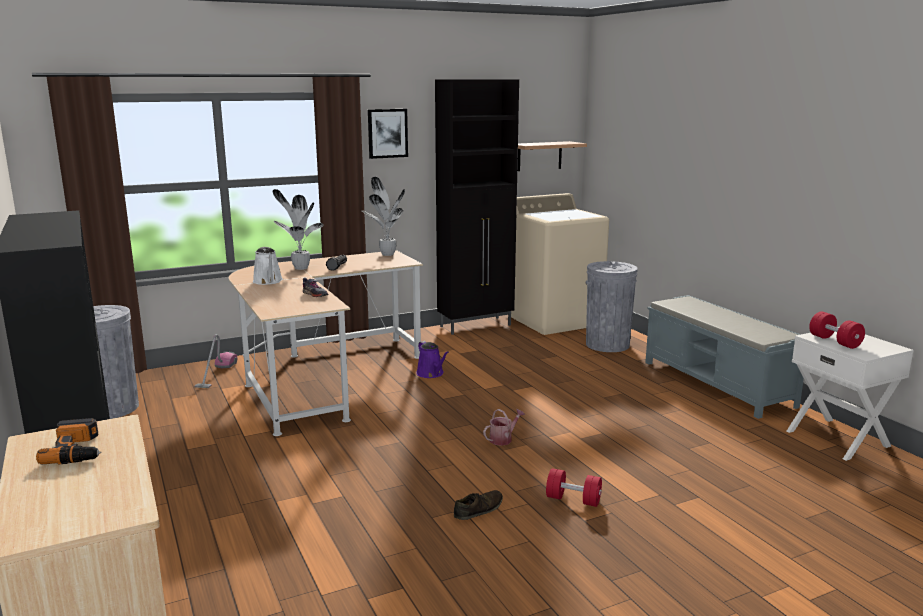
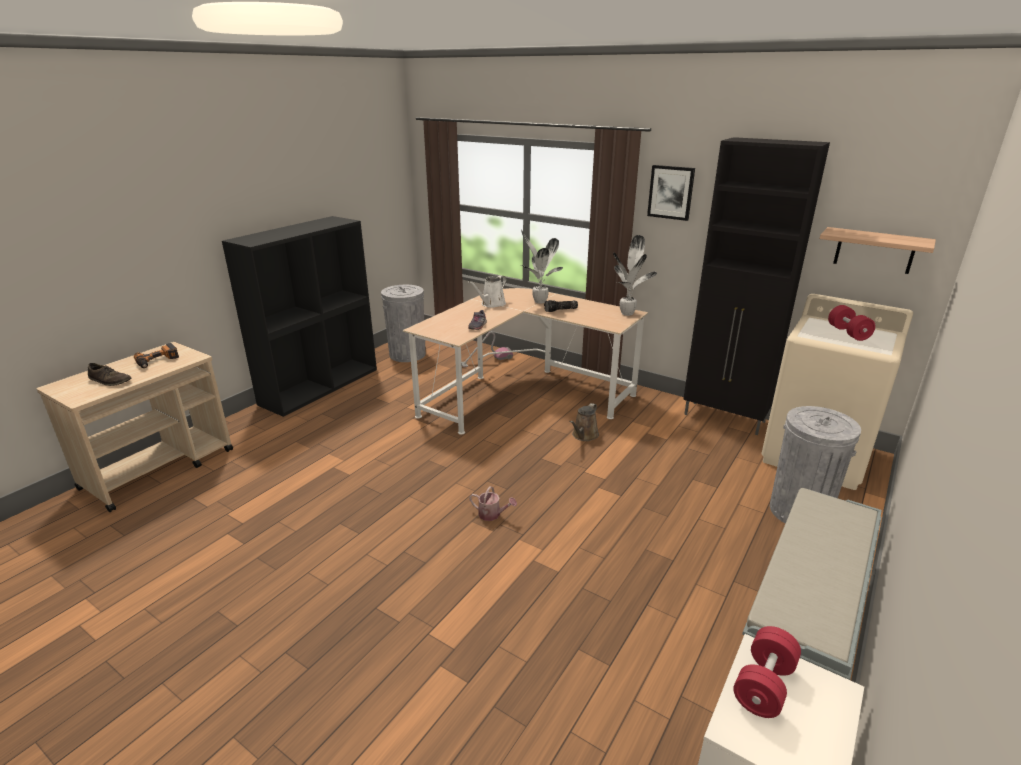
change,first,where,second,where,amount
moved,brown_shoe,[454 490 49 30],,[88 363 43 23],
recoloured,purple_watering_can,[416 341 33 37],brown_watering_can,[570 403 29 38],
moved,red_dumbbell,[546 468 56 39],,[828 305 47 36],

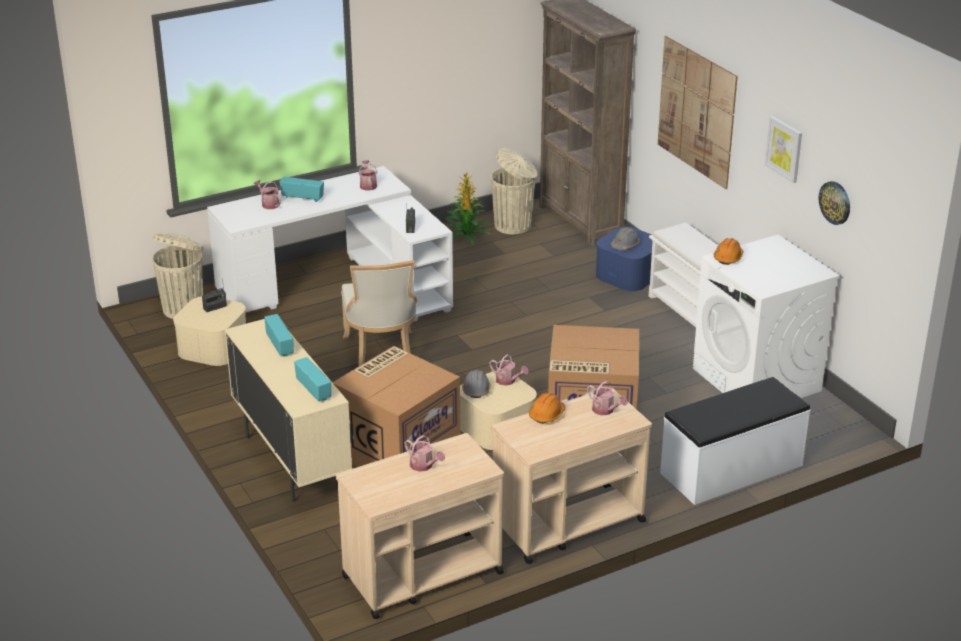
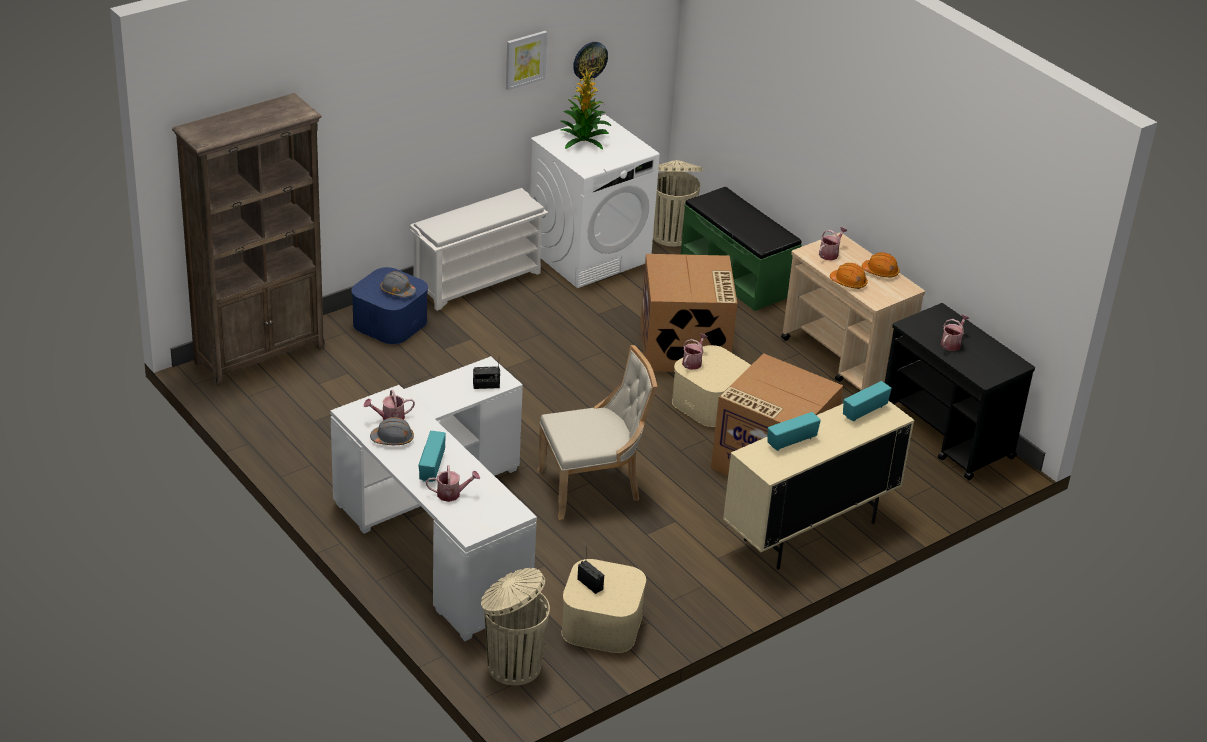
change,first,where,second,where,amount
moved,grey_hard_hat,[462 370 29 28],,[370 417 44 28],
turned,watering_can,[254 180 27 29],,[426 465 54 37],135 degrees counterclockwise
moved,potted_plant,[445 171 45 73],,[561 67 50 82],
moved,beige_trash_can,[491 148 47 86],,[653 160 50 87],
recoloured,white_bench,[660 377 150 128],green_bench,[681 187 121 124],
moved,orange_hard_hat,[714 238 29 27],,[862 252 38 25],
recoloured,beige_cart,[336 433 168 186],black_cart,[885 303 150 177],
removed,picture,[658 36 80 153],,,

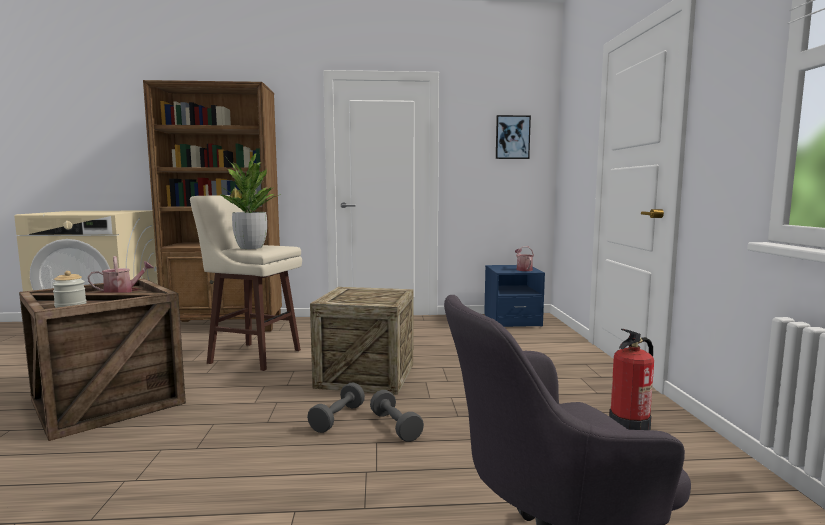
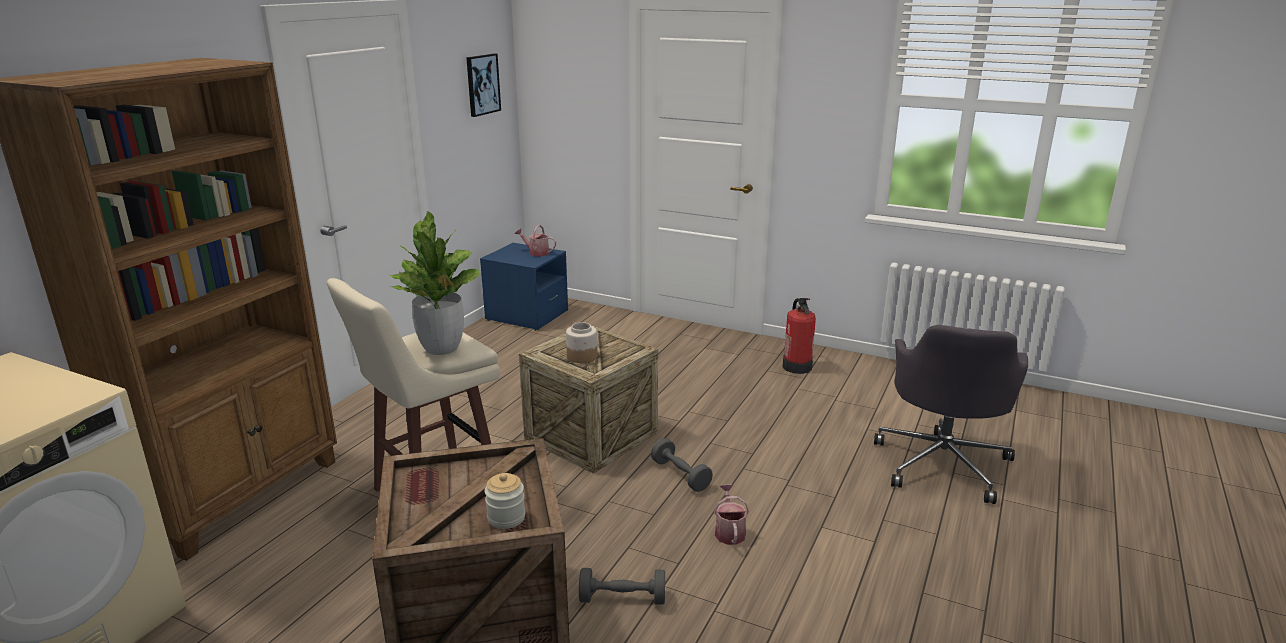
change,first,where,second,where,amount
added,,,jar,[566 322 31 41],
moved,grey_dumbbell,[370 390 54 52],,[579 568 86 37],
moved,watering_can,[88 256 66 36],,[714 485 35 60],

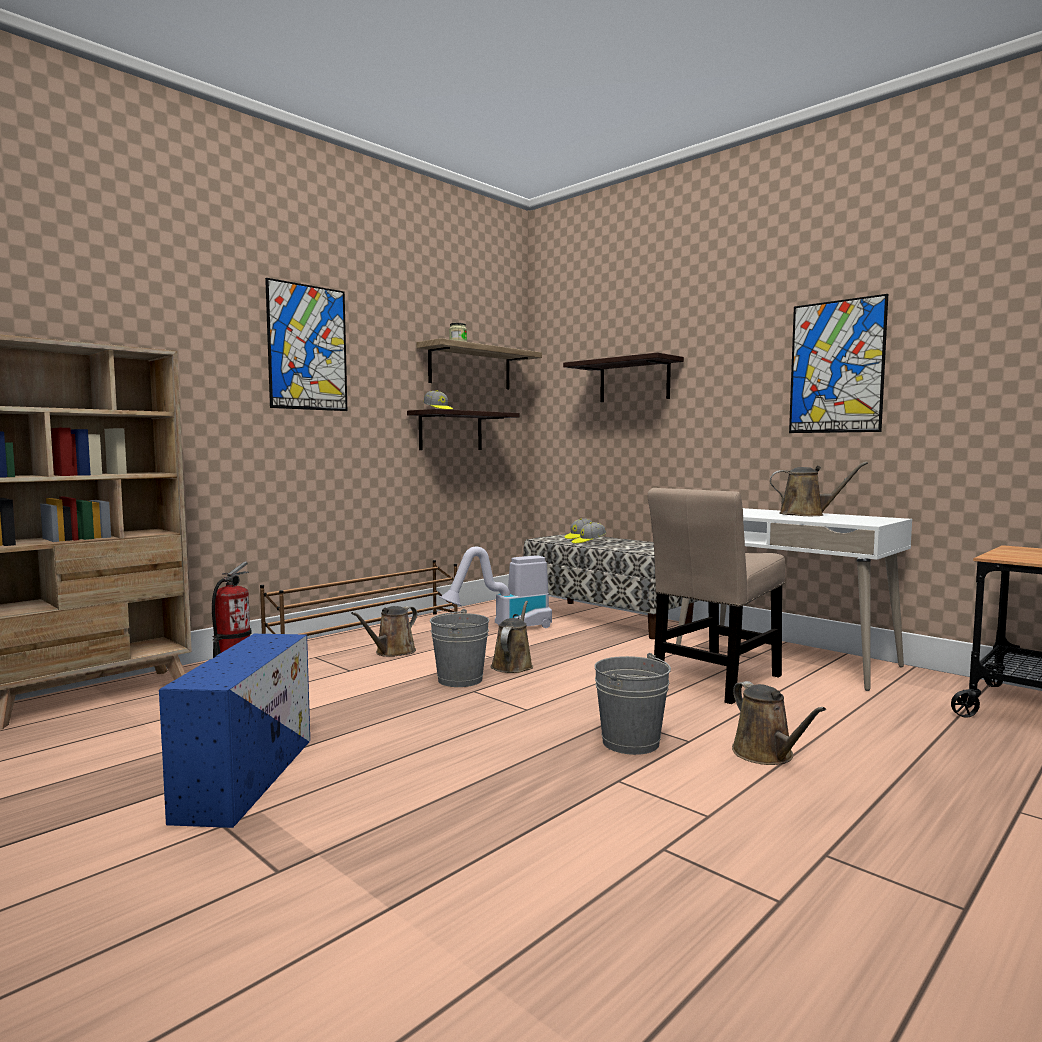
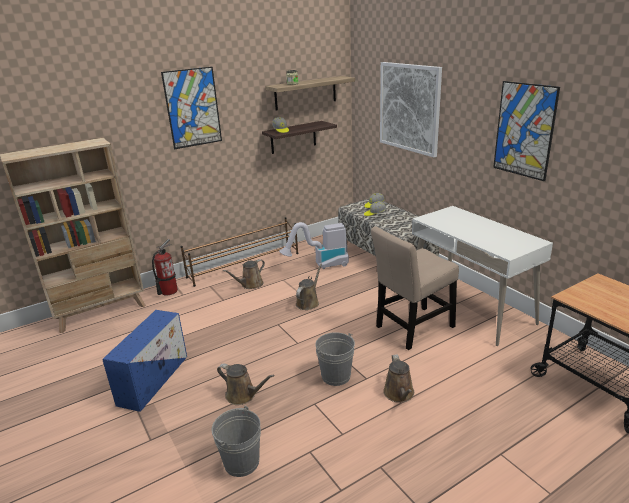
change,first,where,second,where,amount
moved,grey_bucket,[430 609 59 78],,[212 406 49 71],
moved,brown_watering_can,[770 462 98 54],,[217 364 58 41],
replaced,shelf,[563 352 121 50],picture,[380 62 62 95],

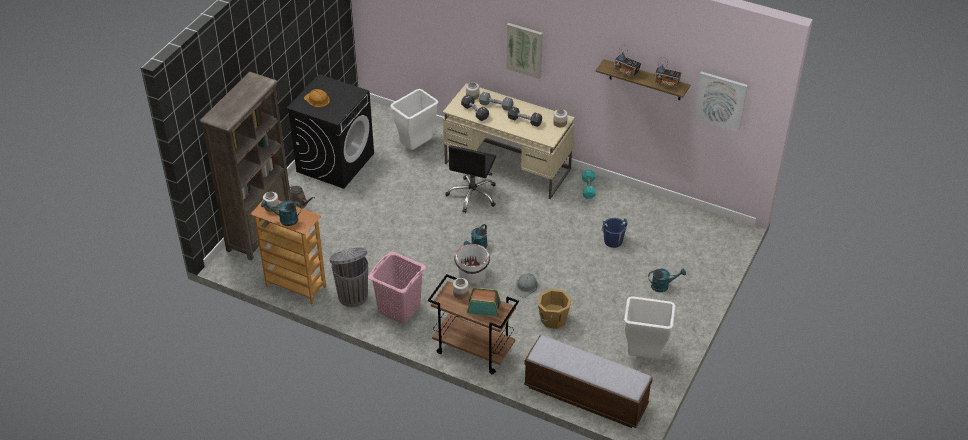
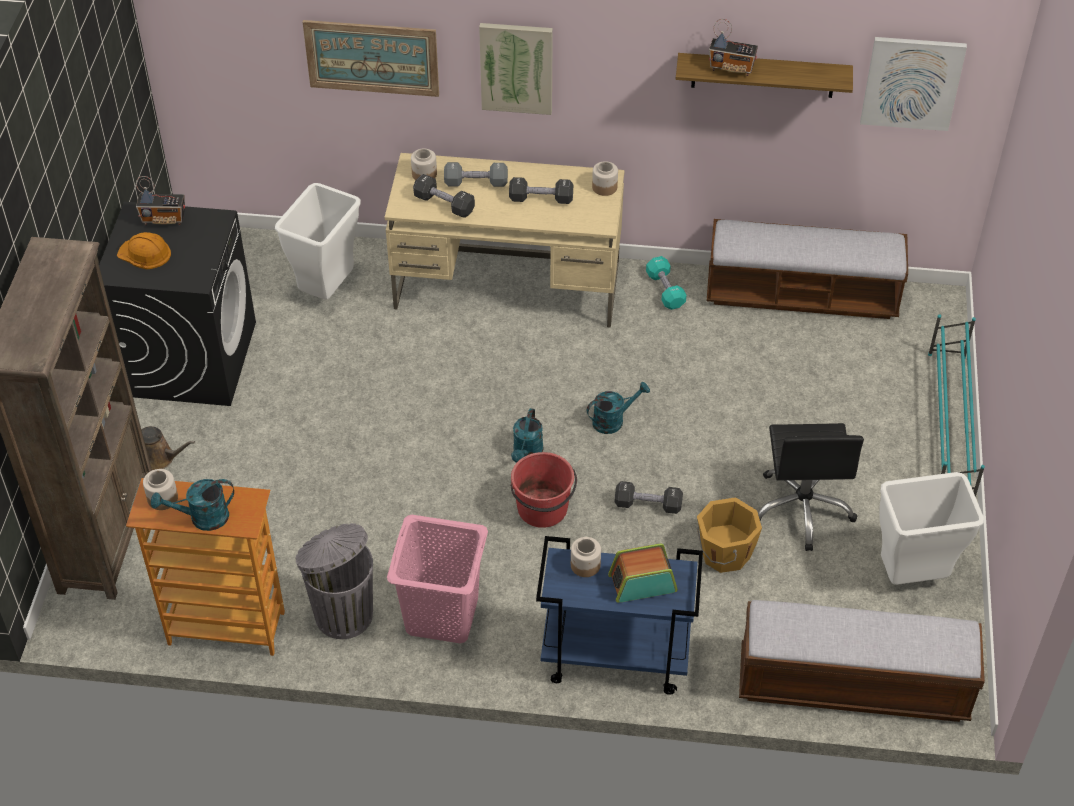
change,first,where,second,where,amount
moved,radio,[655 57 26 31],,[136 176 49 49],
added,,,picture,[303 20 136 77],
recoloured,white_bucket,[454 244 36 40],red_bucket,[510 452 67 76],
recoloured,brown_cart,[428 274 91 101],blue_cart,[536 536 167 159],
moved,turquoise_watering_can,[648 268 38 24],,[587 382 63 52],
replaced,grey_hard_hat,[514 273 24 25],black_dumbbell,[614 481 69 33],
added,,,bench,[707 219 201 100],
moved,black_office_chair,[446 146 50 67],,[758 423 106 128],
added,,,turquoise_shoe_rack,[928 314 57 183],
removed,blue_bucket,[602 218 26 30],,,

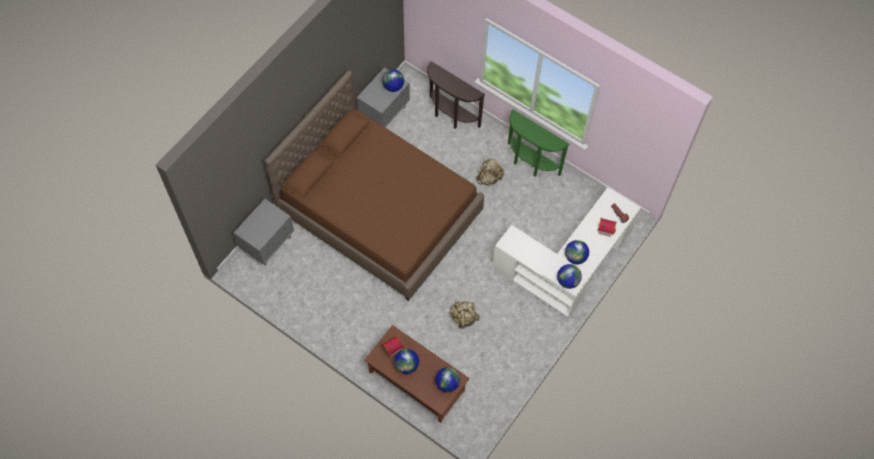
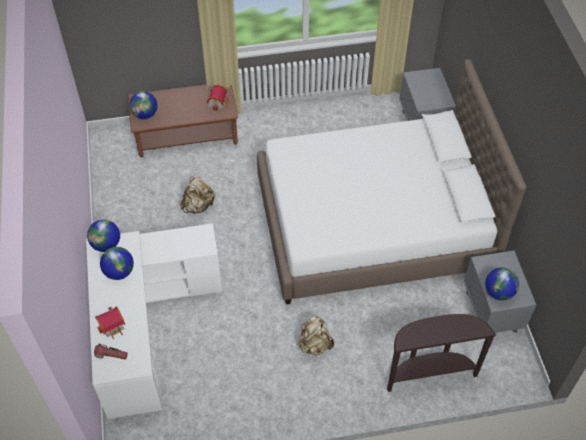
change,first,where,second,where,amount
recoloured,brown_bed,[265 71 219 230],white_bed,[257 59 269 245],
removed,globe,[394 349 25 25],,,
removed,green_console_table,[508 109 62 68],,,

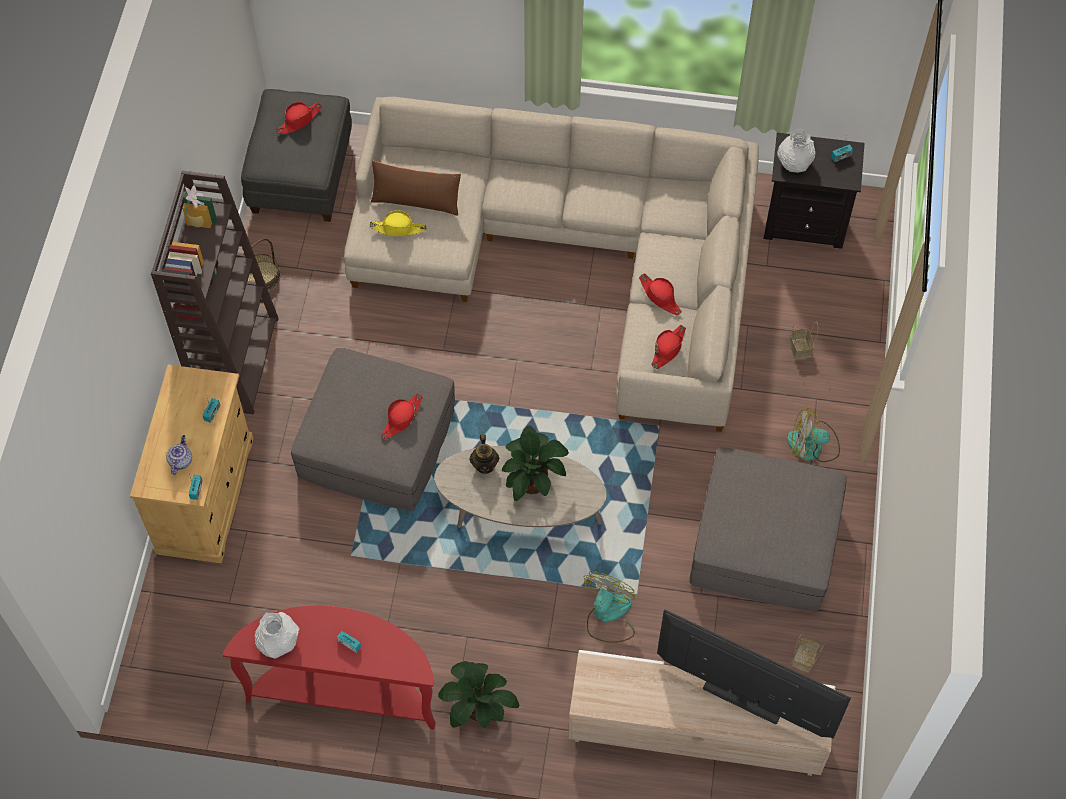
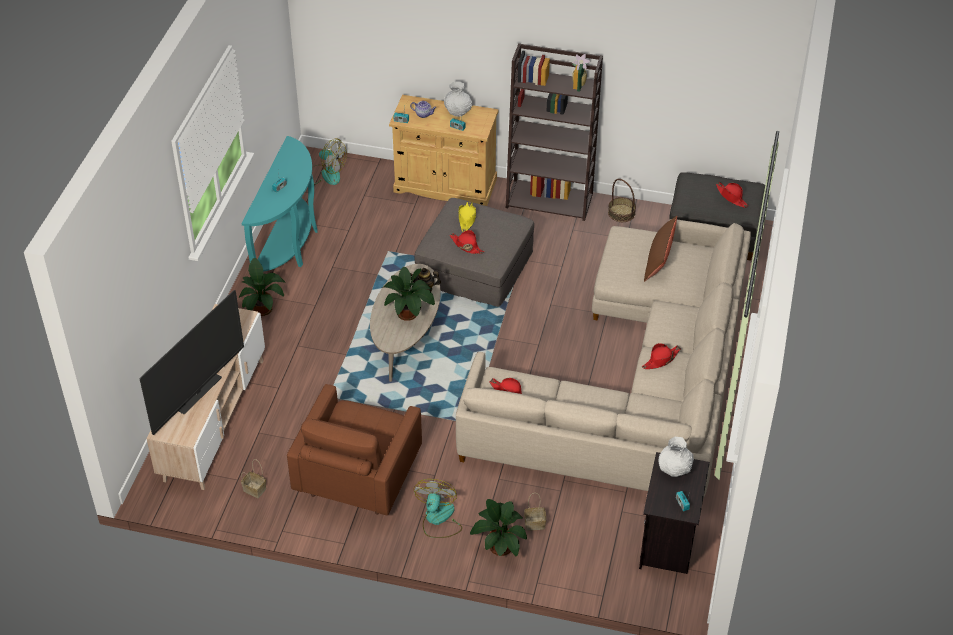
change,first,where,second,where,amount
recoloured,red_console_table,[223 605 213 125],turquoise_console_table,[242 136 76 136],
replaced,grey_ottoman,[689 447 157 165],brown_armchair,[287 384 135 131],
moved,fan,[584 571 51 72],,[312 139 35 46],
moved,white_vase,[255 612 45 47],,[444 81 29 36],
moved,yellow_hat,[370 210 57 26],,[458 202 18 30],
added,,,potted_plant,[470 499 57 57],
moved,red_hat,[639 273 43 43],,[642 343 39 26],

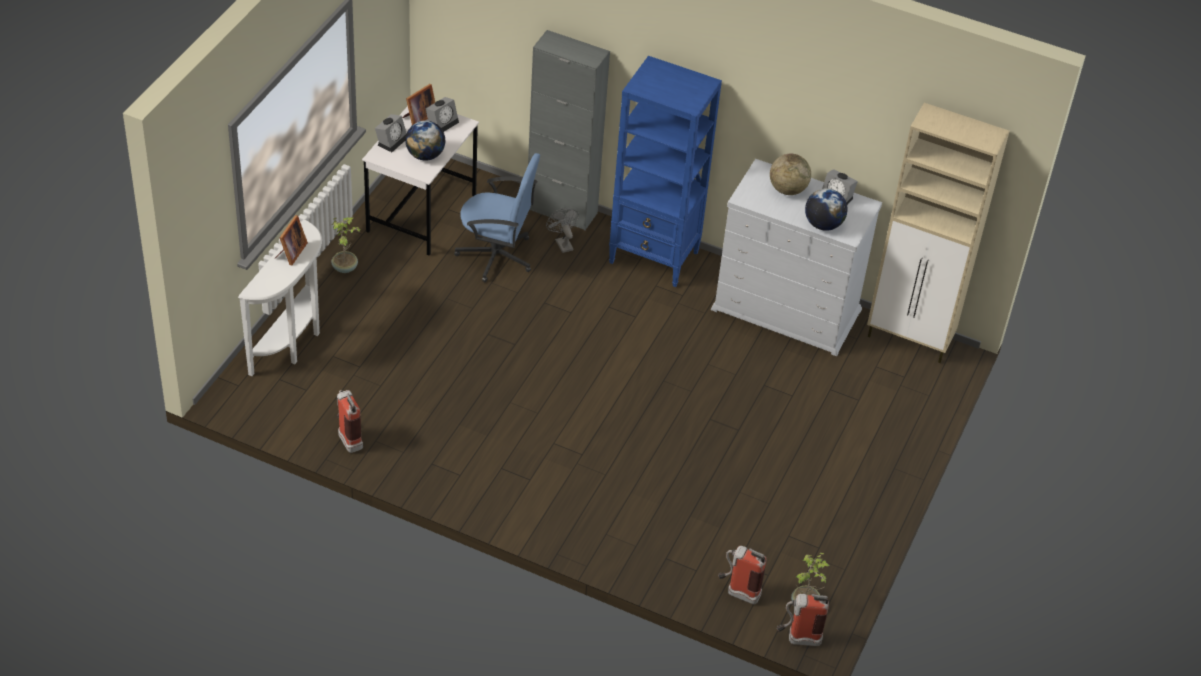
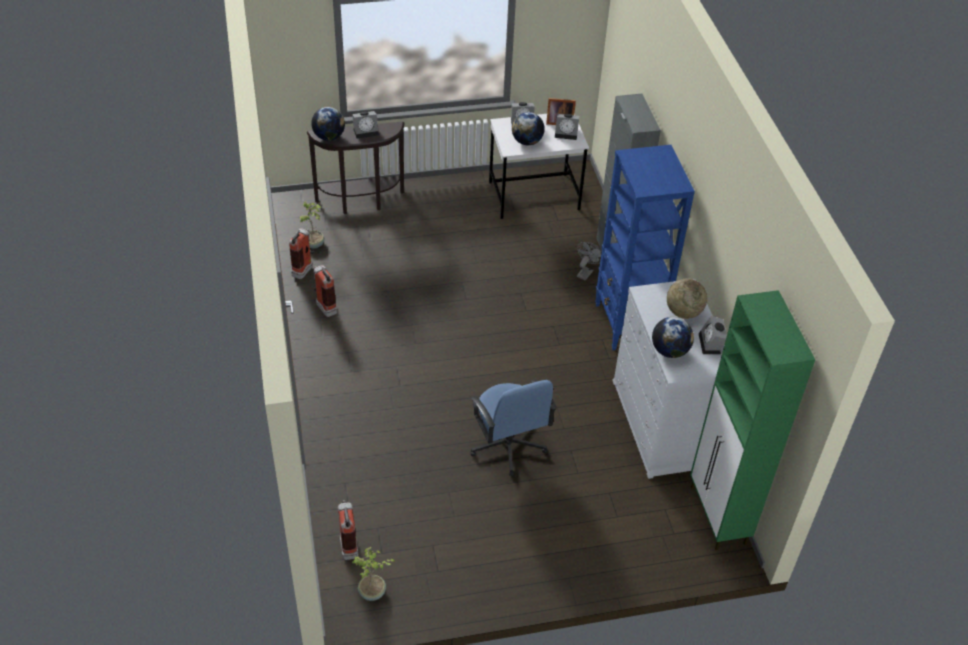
change,first,where,second,where,amount
moved,potted_plant,[331 217 31 56],,[299 201 26 48],
recoloured,white_console_table,[238 219 84 157],brown_console_table,[306 122 98 92],
added,,,globe,[311 107 34 34],
moved,fire_extinguisher,[777 594 52 52],,[314 265 24 52],
replaced,picture_frame,[275 215 33 50],alarm_clock,[352 111 27 28],
moved,blue_office_chair,[454 153 86 129],,[471 380 86 96],
recoloured,beige_cabinet,[867 103 143 260],green_cabinet,[690 290 125 260],

